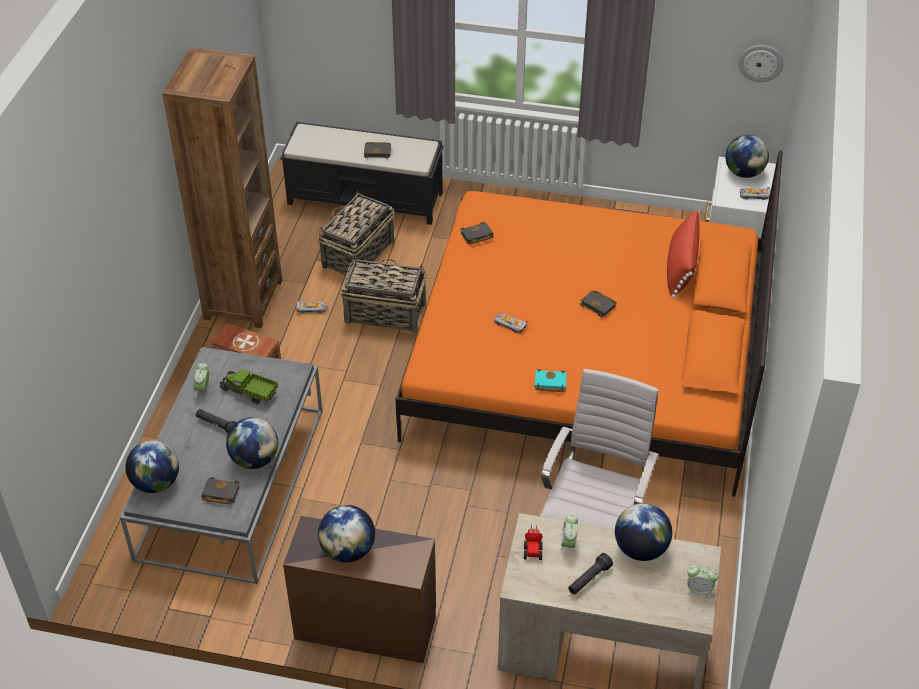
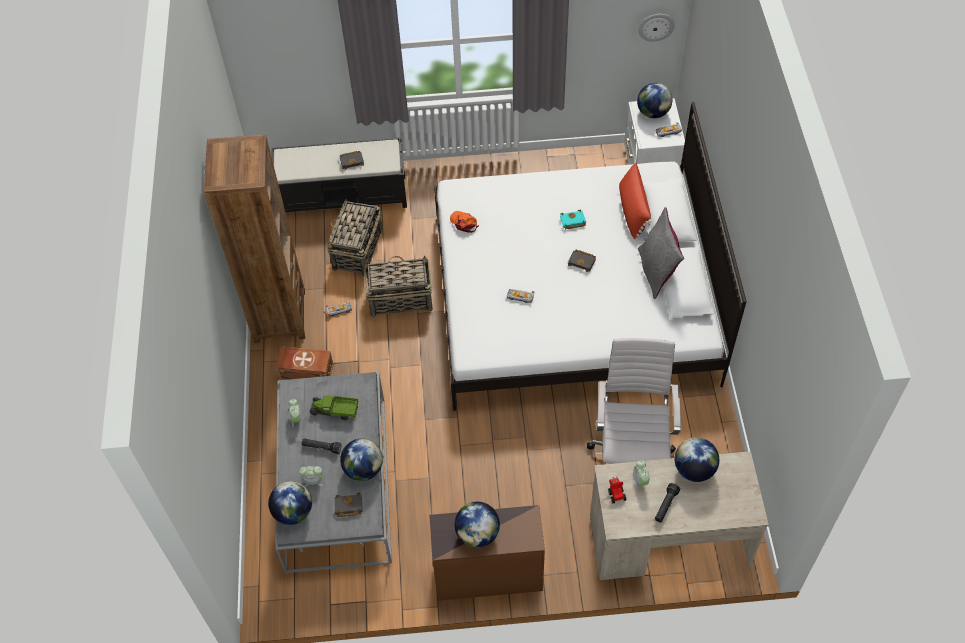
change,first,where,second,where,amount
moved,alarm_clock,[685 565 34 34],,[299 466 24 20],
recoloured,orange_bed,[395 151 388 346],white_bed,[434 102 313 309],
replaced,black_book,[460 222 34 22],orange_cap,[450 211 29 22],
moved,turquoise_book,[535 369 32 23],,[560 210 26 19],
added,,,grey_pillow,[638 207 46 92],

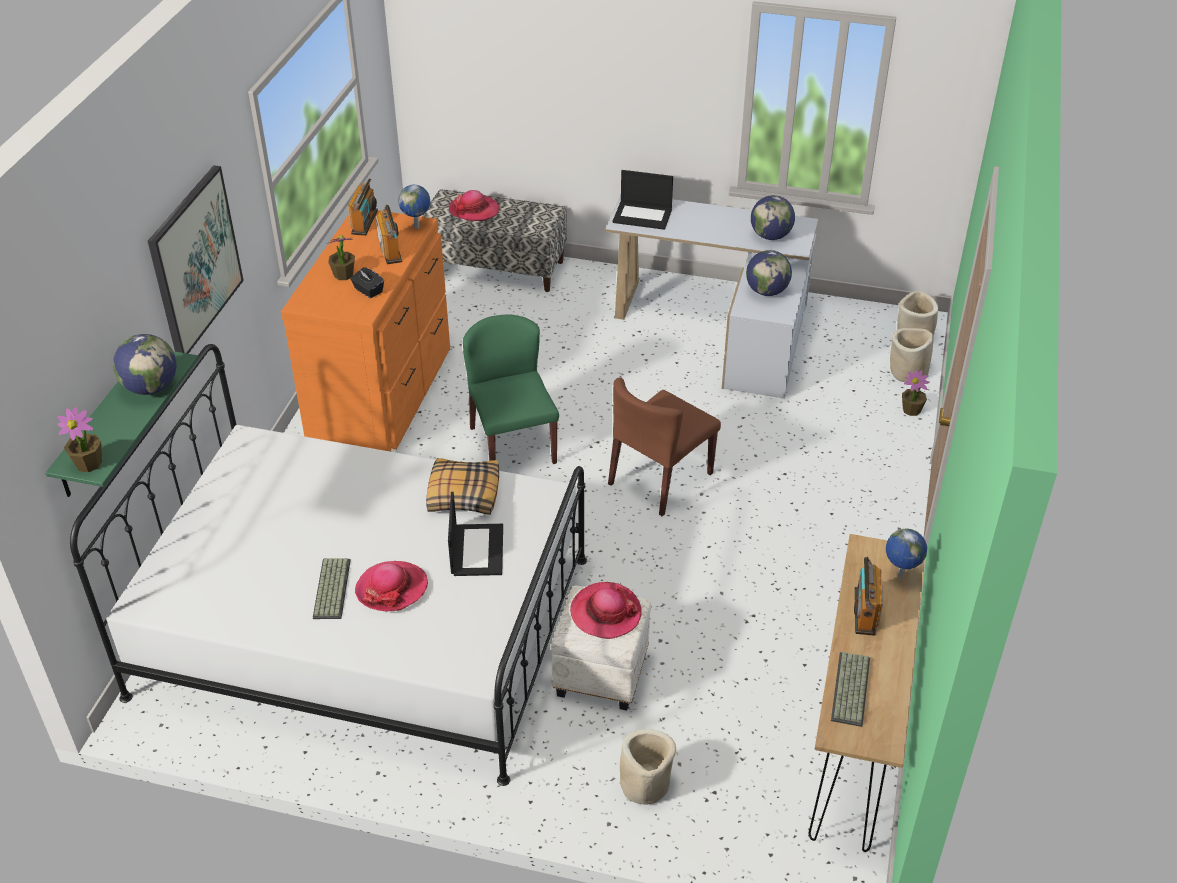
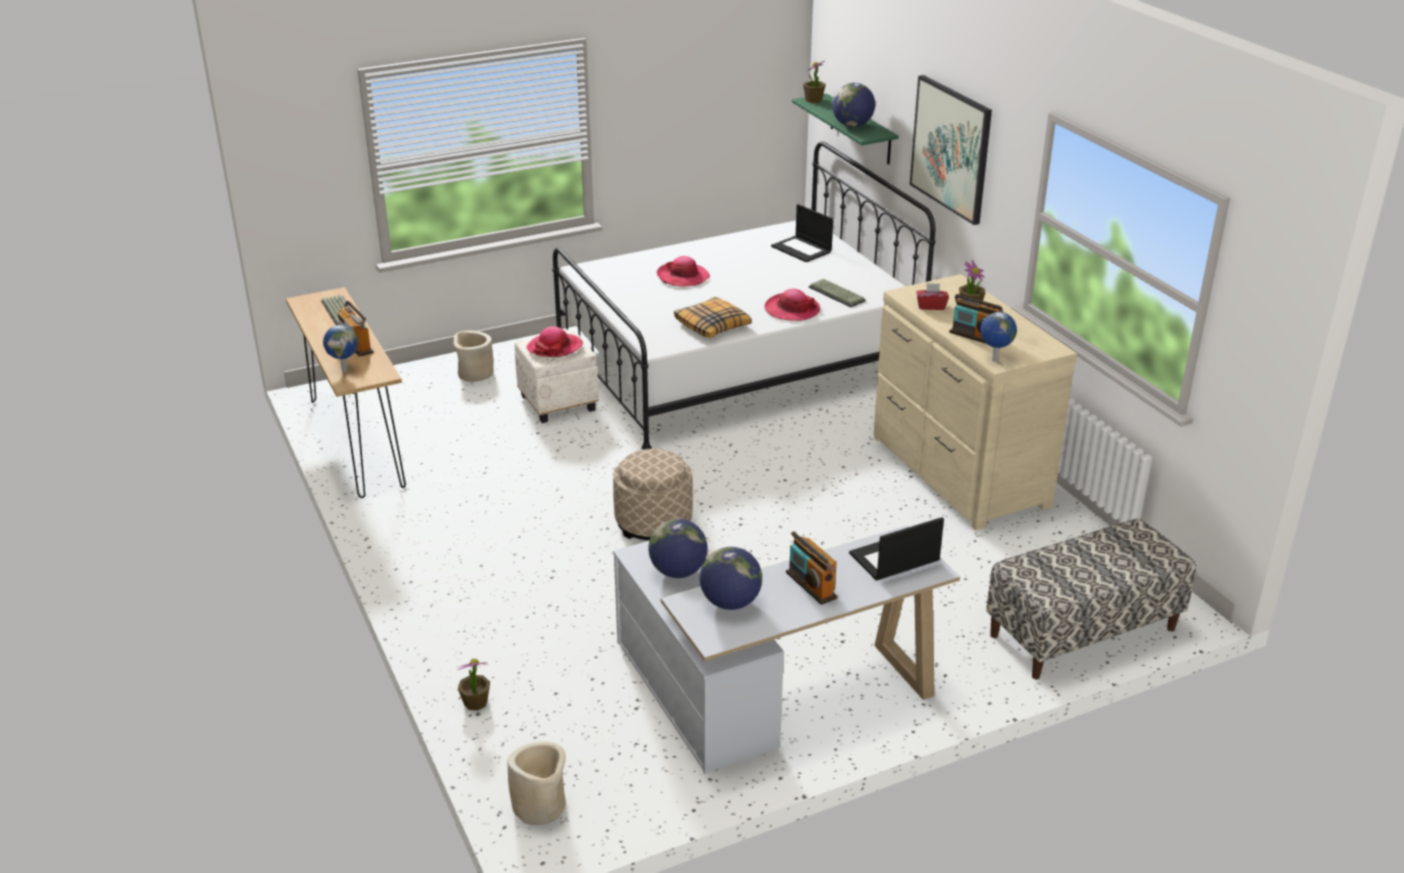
change,first,where,second,where,amount
replaced,brown_chair,[608 377 113 139],beige_ottoman,[613 449 80 91],
moved,hat,[449 190 50 31],,[765 289 55 32],
moved,laptop,[448 492 55 84],,[771 204 62 58],
moved,radio,[348 178 30 58],,[786 531 51 74],
moved,keyboard,[313 558 38 61],,[809 279 57 28],
recoloured,orange_dresser,[281 210 169 242],beige_dresser,[874 274 203 256],
recoloured,black_tissue_box,[350 267 34 31],red_tissue_box,[916 283 33 27],
removed,green_chair,[463 314 96 150],,,
removed,beige_planter,[890 328 44 54],,,

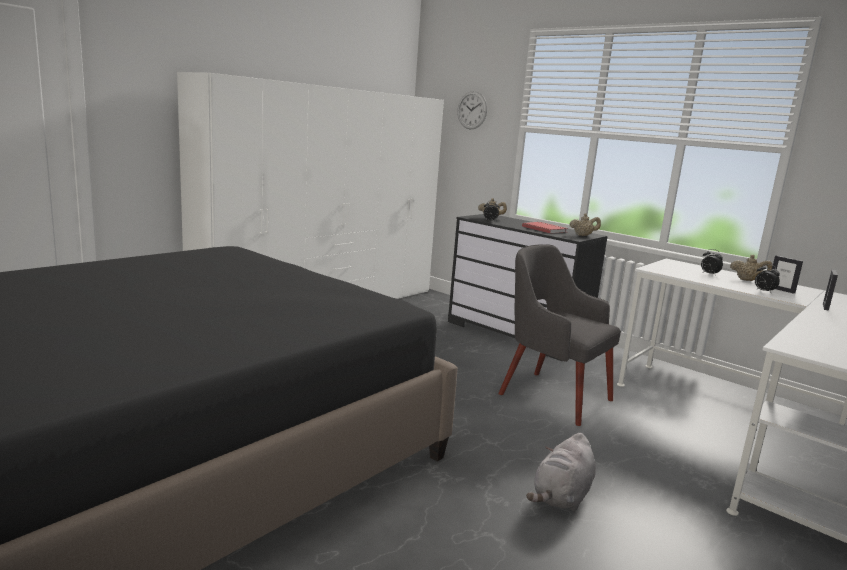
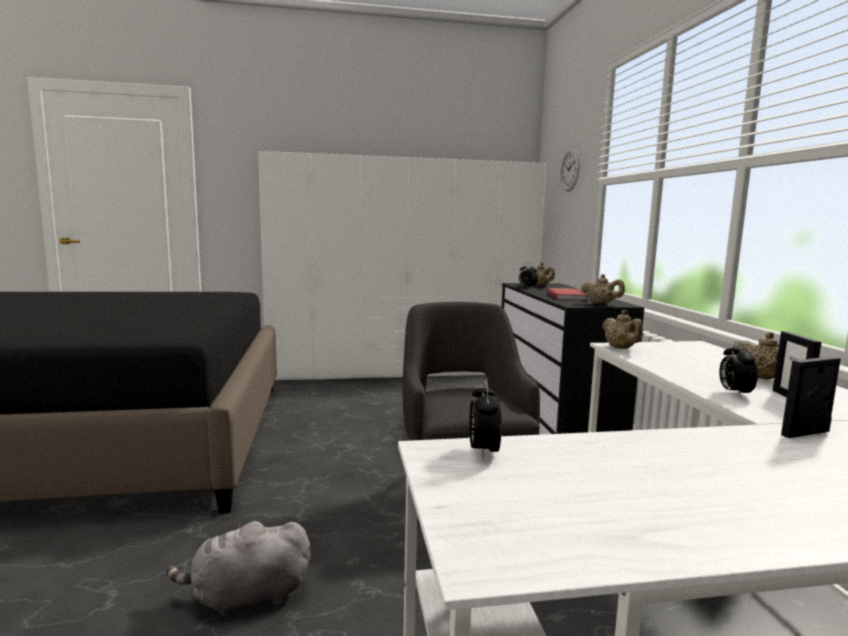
change,first,where,second,where,amount
moved,alarm_clock,[701 249 22 27],,[469 380 32 79],
added,,,beige_teapot,[602 310 41 39],

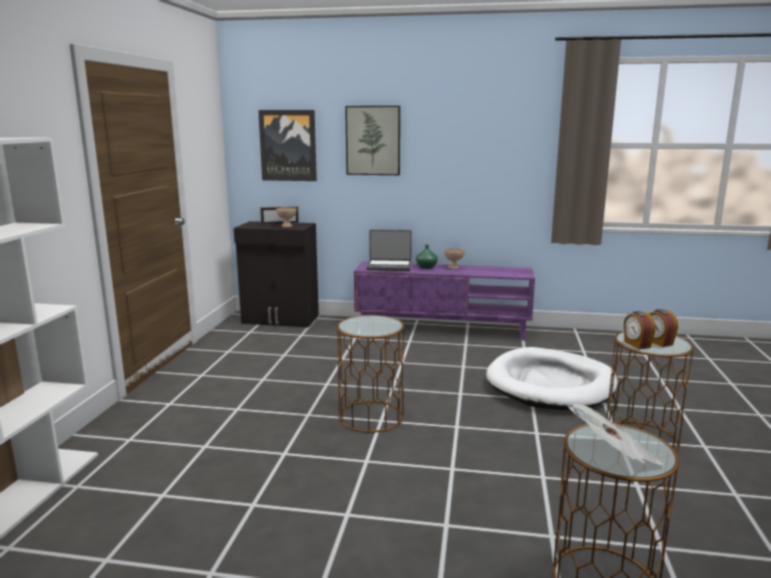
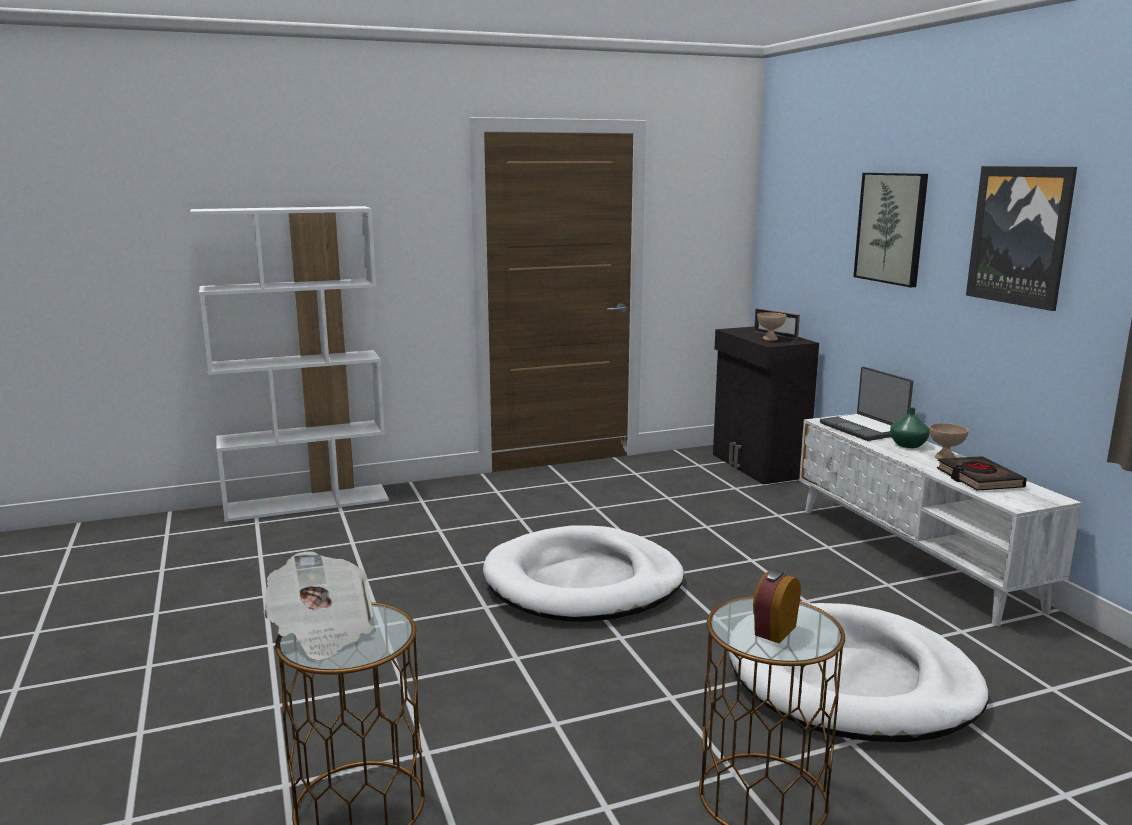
change,first,where,second,where,amount
replaced,brown_side_table,[337 315 68 117],white_dog_bed,[483 525 201 97],
recoloured,purple_tv_stand,[354 261 181 80],white_tv_stand,[799 414 282 212],
added,,,black_book,[937 456 90 35],
moved,picture,[258 110 59 71],,[966 166 111 145],
removed,alarm_clock,[624 311 32 38],,,

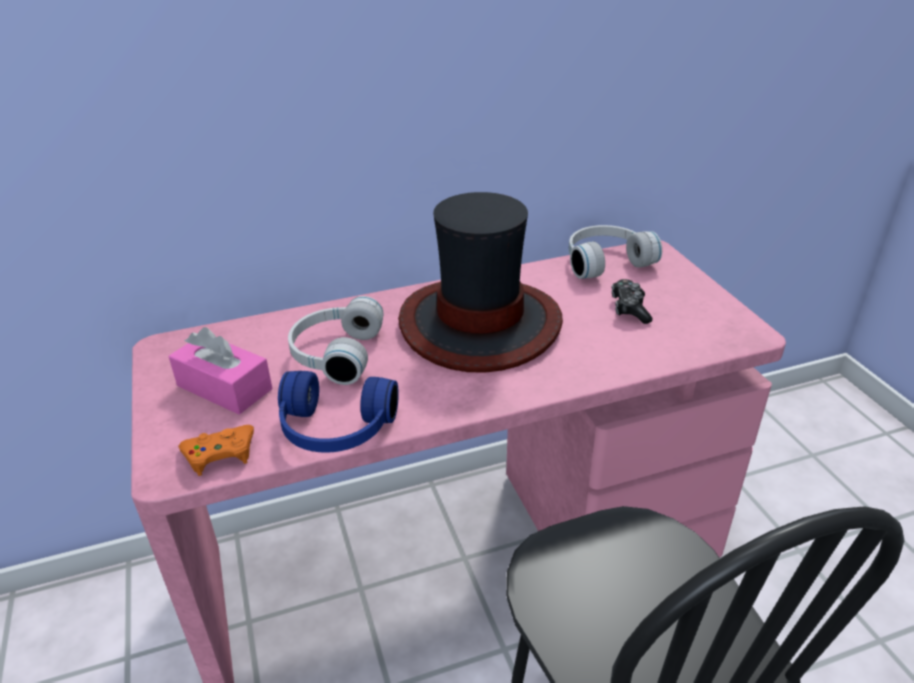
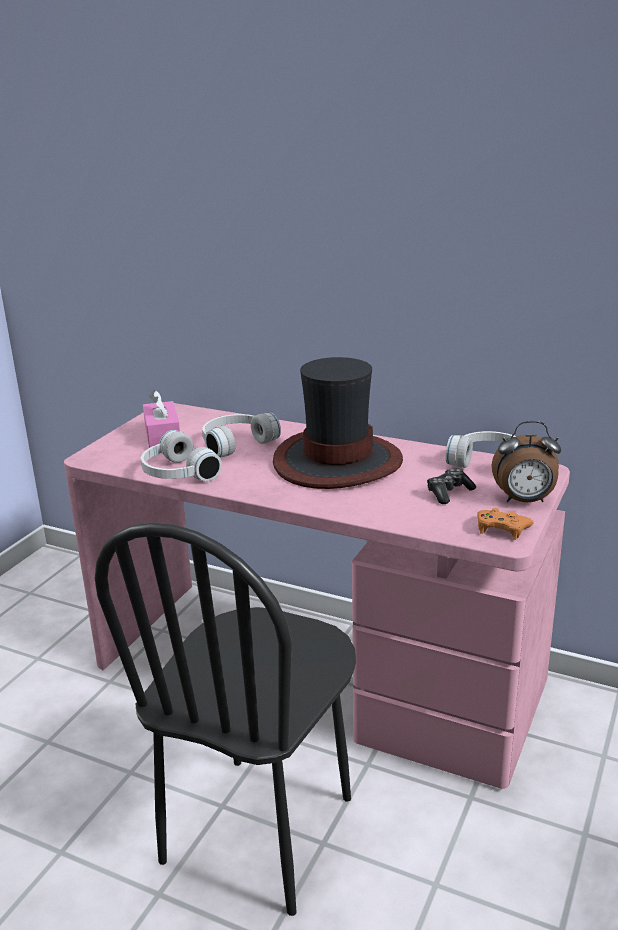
change,first,where,second,where,amount
recoloured,blue_headphones,[278 371 121 82],white_headphones,[141 430 81 52],
moved,orange_game_controller,[178 425 76 51],,[477 508 57 32],
added,,,alarm_clock,[492 421 69 82],

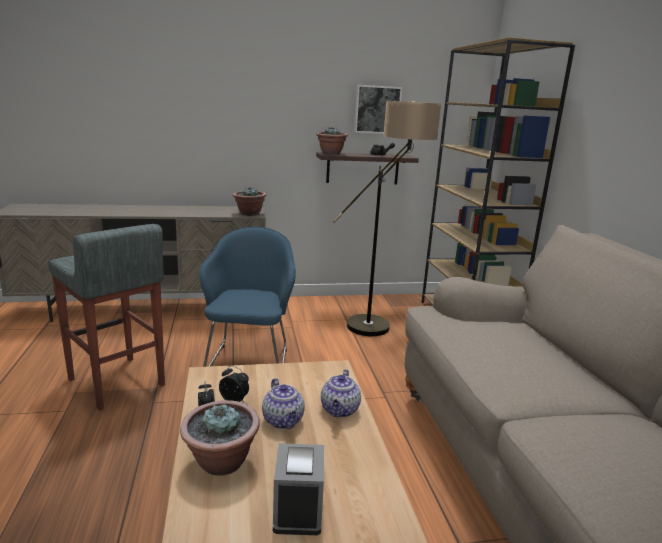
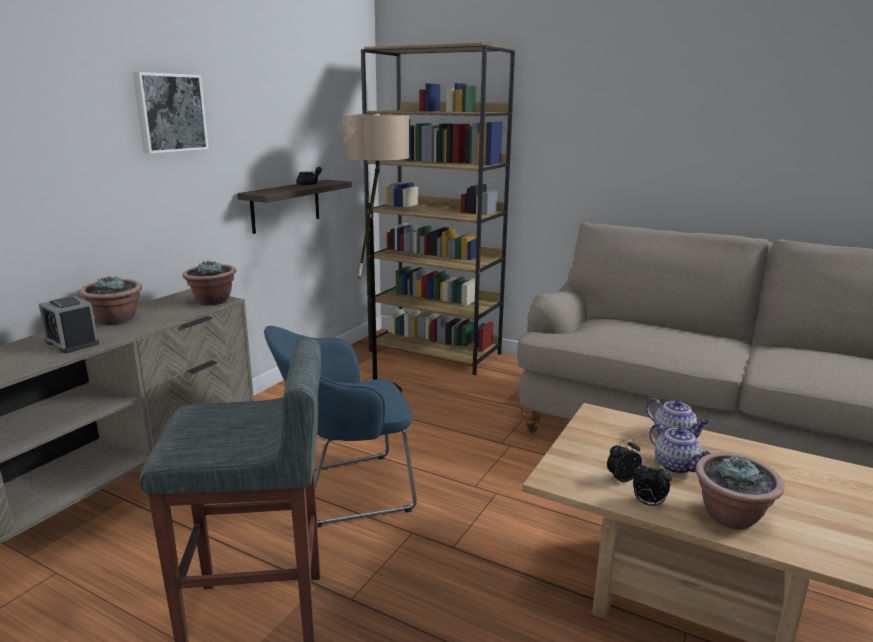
change,first,where,second,where,amount
moved,alarm_clock,[273 443 51 92],,[39 296 60 57],
moved,potted_plant,[316 127 32 28],,[79 276 63 49],
moved,picture,[354 85 48 49],,[133 72 76 82],
turned,blue_armchair,[199 227 97 140],,[264 326 153 201],60 degrees counterclockwise
turned,teapot,[262 378 43 51],,[649 423 62 51],45 degrees clockwise

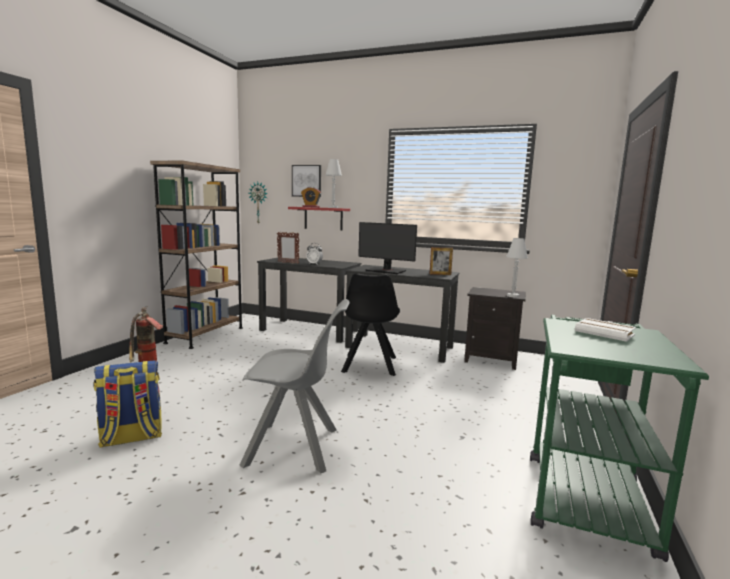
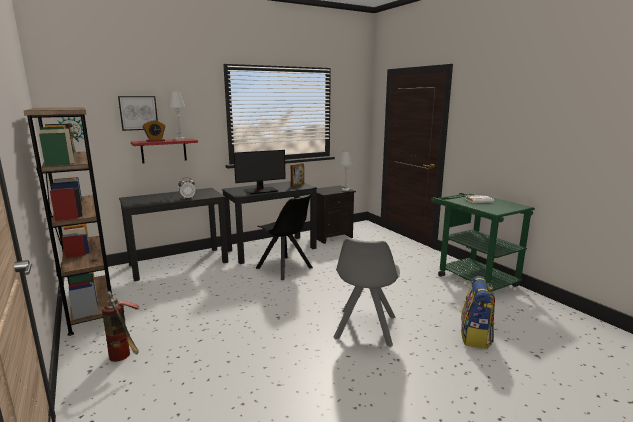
change,first,where,second,where,amount
turned,grey_chair,[240 299 110 174],,[333 238 67 109],150 degrees clockwise
moved,backpack,[93 360 69 88],,[461 276 34 73],
removed,picture_frame,[277 232 22 32],,,

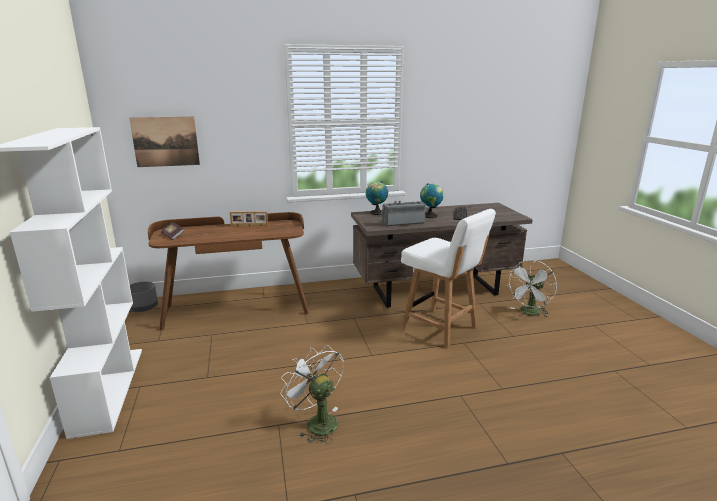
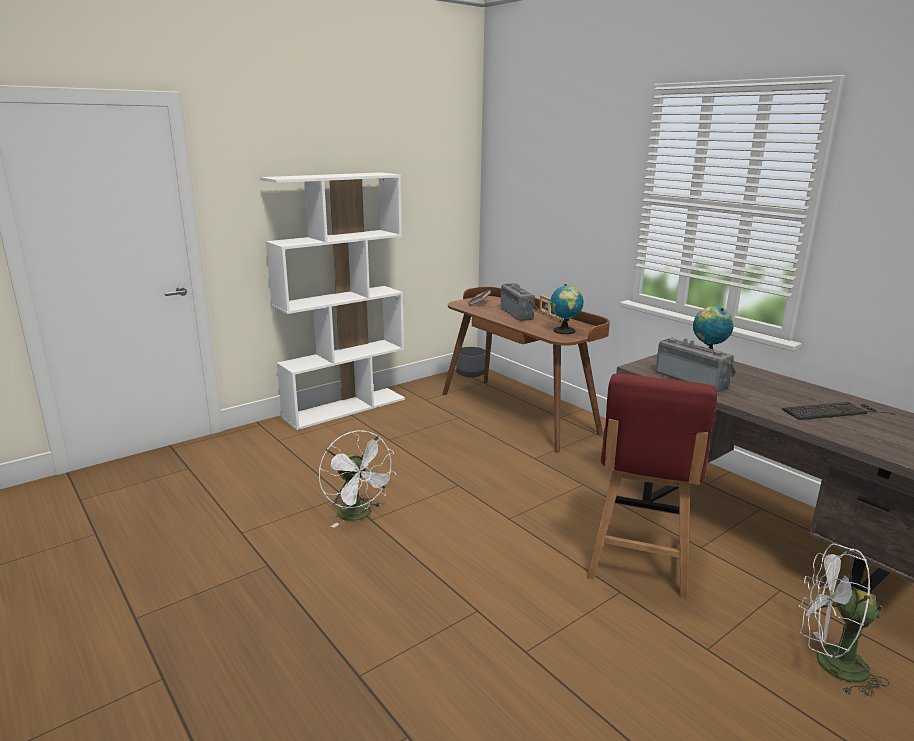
change,first,where,second,where,amount
turned,white_fan,[280 345 64 98],,[319 431 78 97],120 degrees clockwise
added,,,radio,[501 283 38 38],
moved,globe,[420 183 24 35],,[550 284 34 50],
recoloured,white_chair,[401 209 95 139],red_chair,[587 374 130 225],
removed,picture,[129 116 71 51],,,

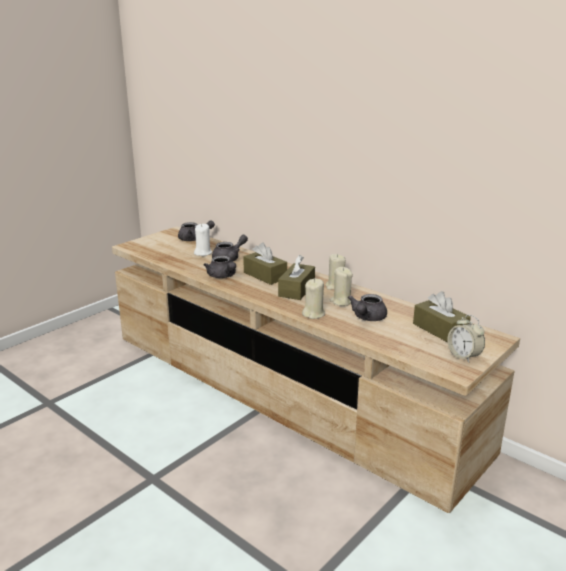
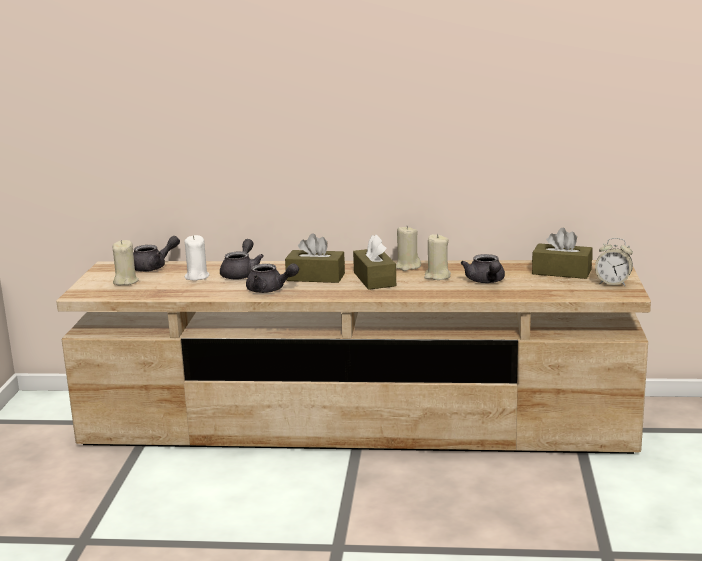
change,first,where,second,where,amount
moved,beige_candle,[302 278 23 41],,[113 240 26 46],

